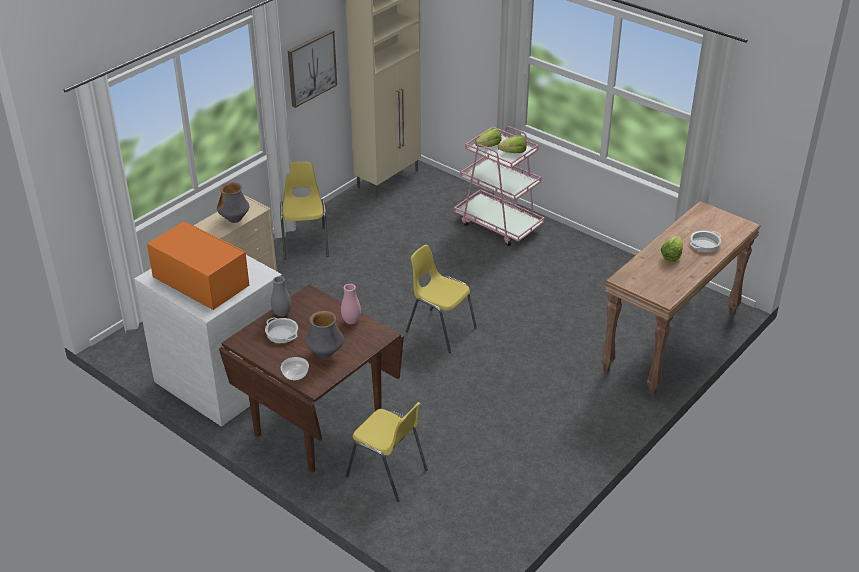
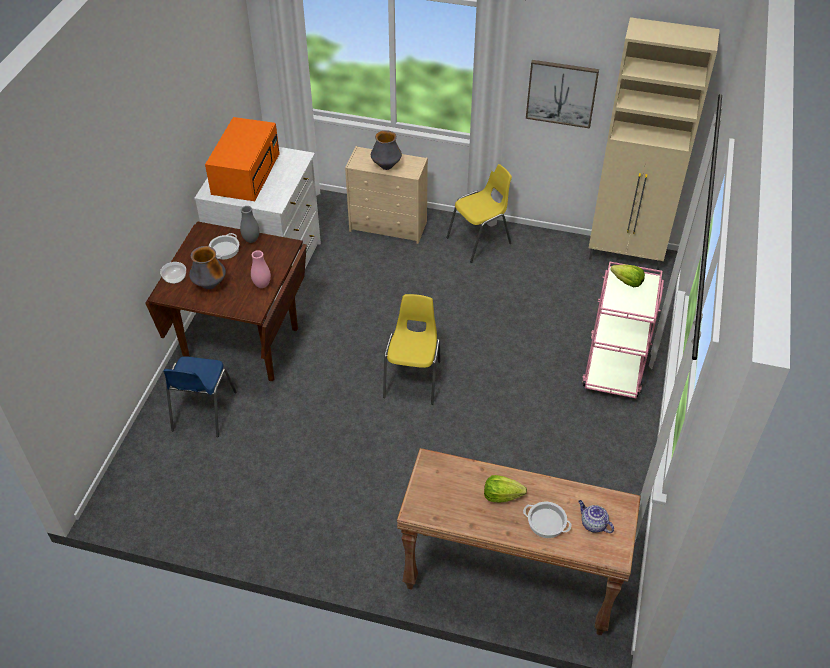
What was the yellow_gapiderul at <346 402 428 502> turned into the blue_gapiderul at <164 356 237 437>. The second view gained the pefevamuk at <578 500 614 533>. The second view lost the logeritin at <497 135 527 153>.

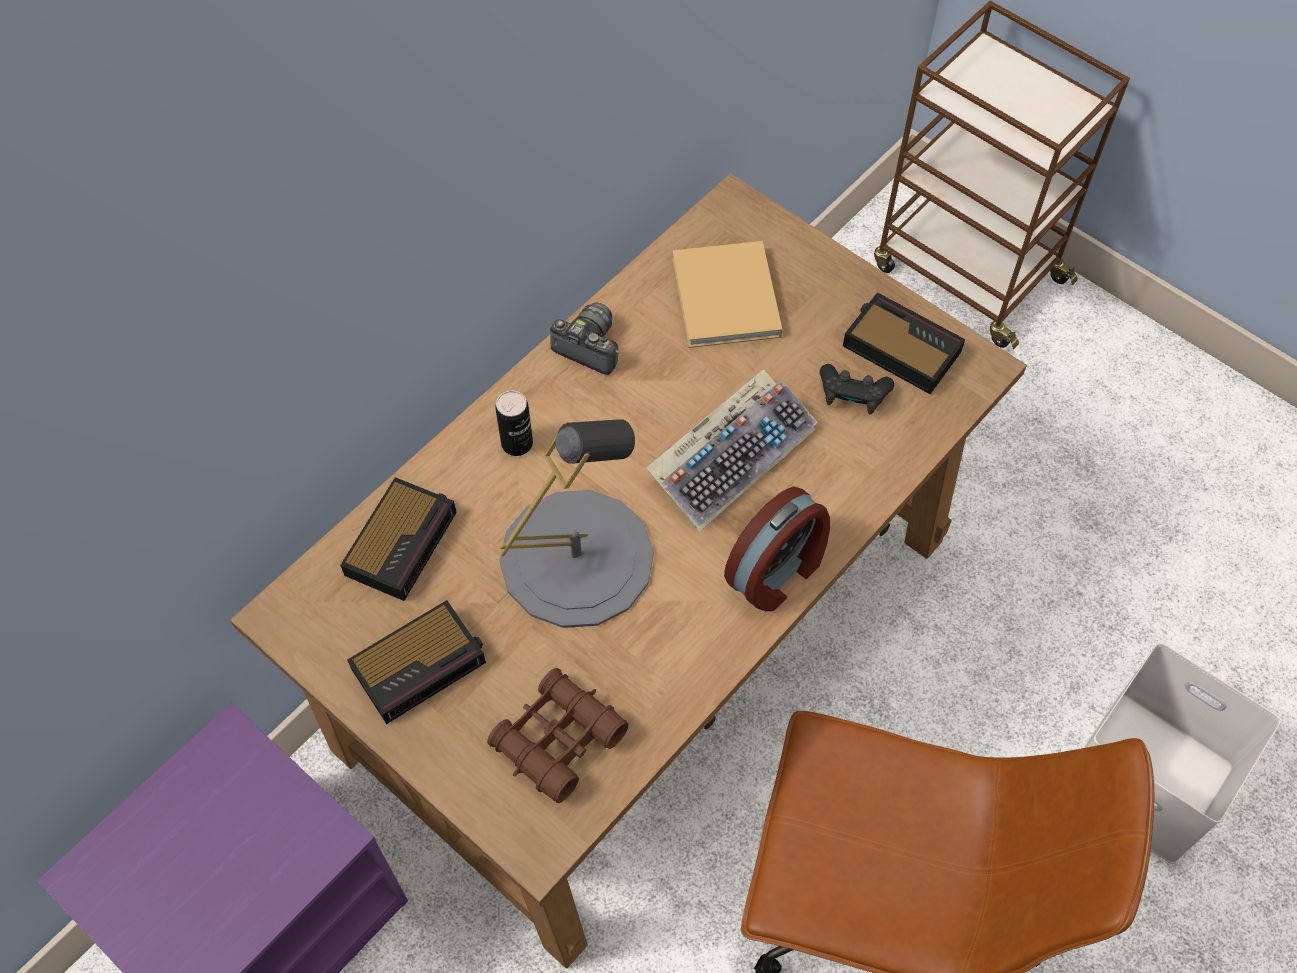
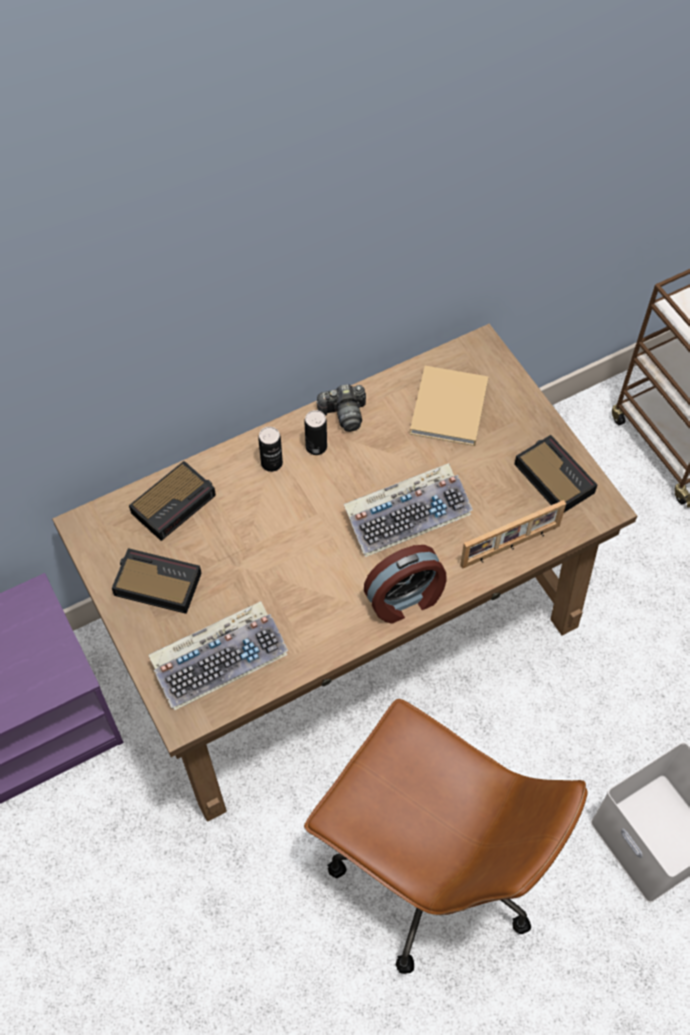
The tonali at <347 600 486 724> ended up facing another way, 150 degrees counterclockwise from before. Where the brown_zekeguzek stood at <487 668 629 803>, the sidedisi came to stand at <149 601 288 710>. The second view gained the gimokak at <304 410 327 455>. The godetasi at <550 303 618 375> ended up facing another way, 120 degrees clockwise from before. The second view gained the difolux at <460 500 566 569>. The second view lost the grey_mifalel at <499 419 654 628>. The second view lost the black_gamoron at <820 364 894 415>.

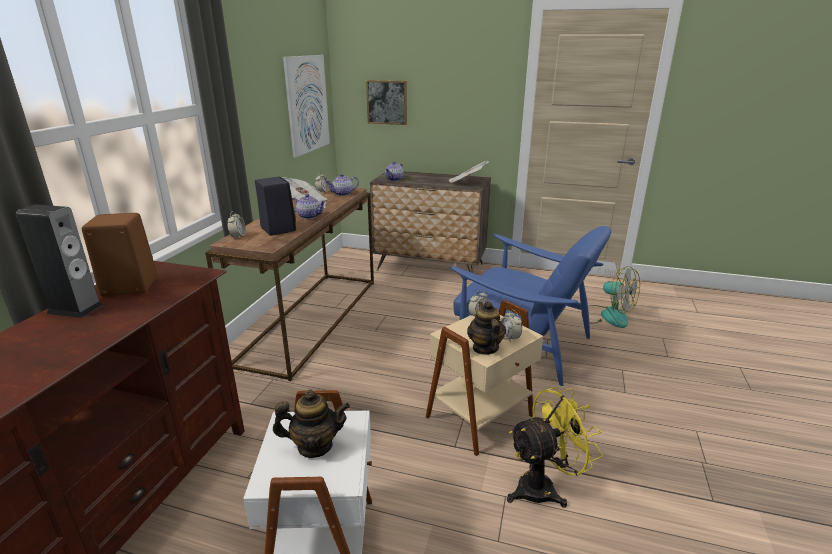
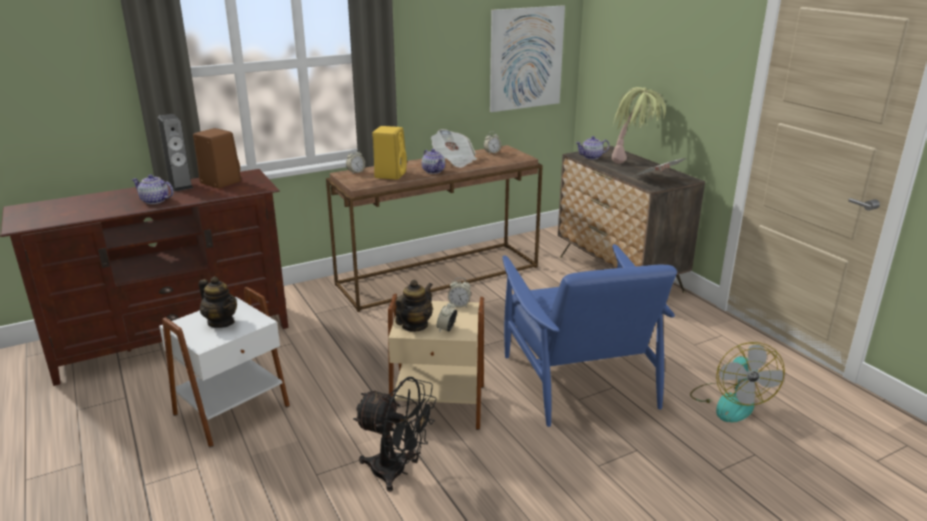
The pefevamuk ended up elsewhere, having gone from <326 174 359 196> to <131 174 173 204>. What was the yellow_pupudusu at <507 387 603 508> turned into the black_pupudusu at <353 377 437 492>. What was the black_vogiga at <255 177 296 236> turned into the yellow_vogiga at <373 126 407 180>. The second view gained the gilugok at <611 87 670 164>. The second view lost the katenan at <366 80 407 125>.

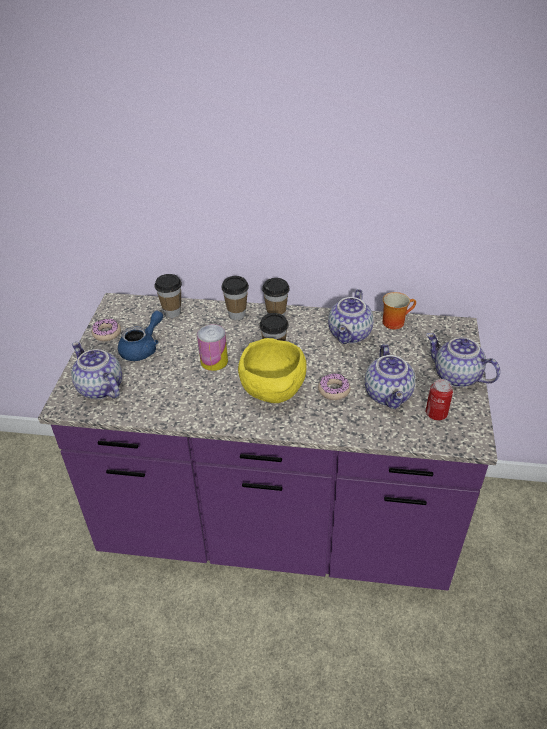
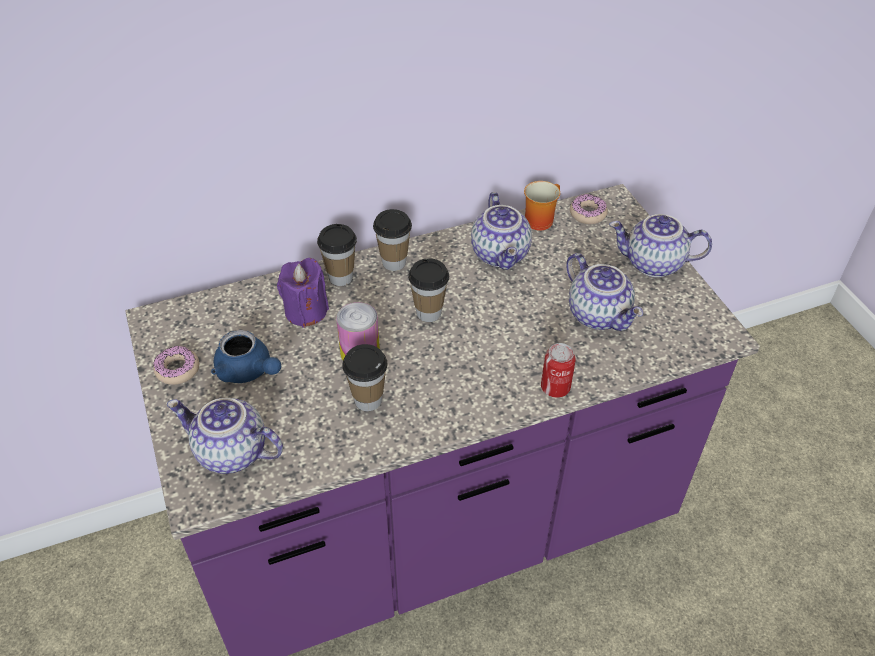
The blue_pefevamuk at <118 311 163 361> ended up facing another way, 120 degrees clockwise from before. The second view gained the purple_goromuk at <277 258 329 328>. The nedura ended up elsewhere, having gone from <155 274 182 318> to <342 344 388 411>. The gimokak ended up elsewhere, having gone from <426 379 453 420> to <541 343 576 398>. The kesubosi ended up elsewhere, having gone from <318 373 351 400> to <570 194 608 224>. The second view lost the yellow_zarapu at <238 338 307 403>.

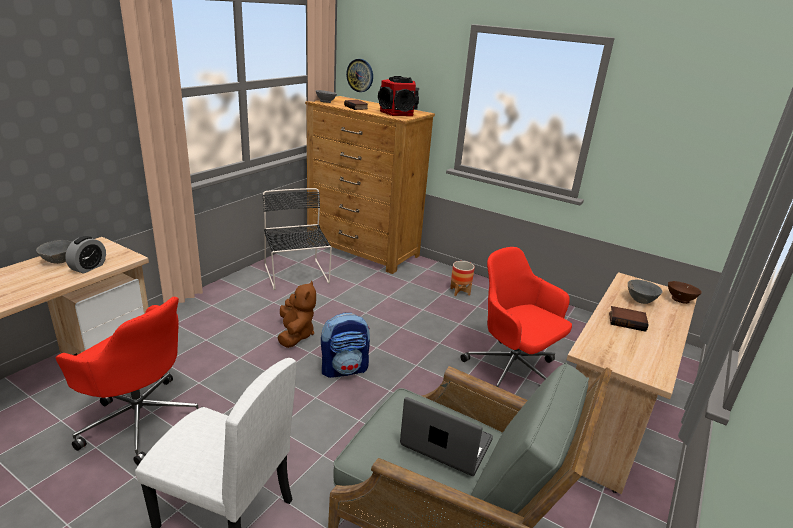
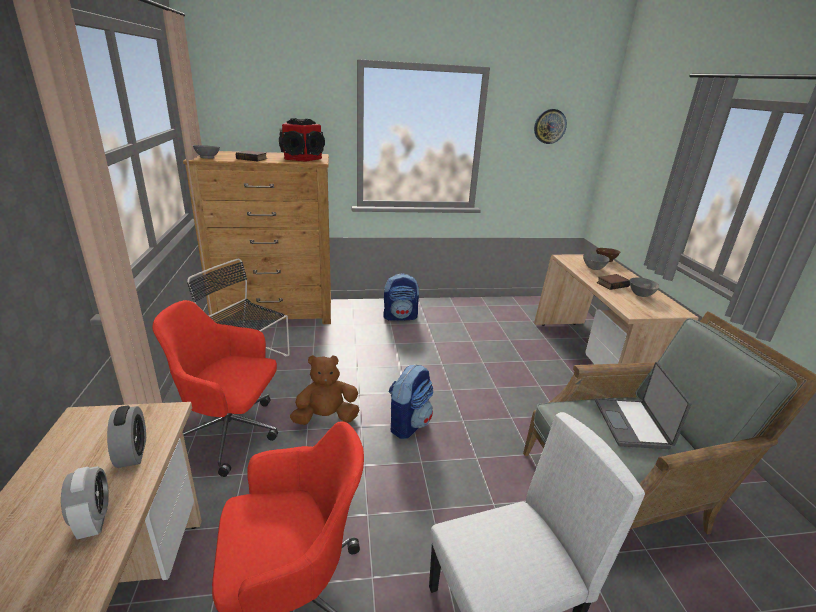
The second view gained the tonali at <61 466 109 540>. The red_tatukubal ended up elsewhere, having gone from <460 247 572 387> to <152 300 278 477>. The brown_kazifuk at <278 281 316 348> ended up facing another way, 60 degrees counterclockwise from before. Where the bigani stood at <450 261 475 296>, the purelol came to stand at <383 273 419 321>. The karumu ended up elsewhere, having gone from <346 59 373 92> to <534 109 567 144>. The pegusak at <400 397 493 476> ended up facing another way, 75 degrees counterclockwise from before. The grey_zarapu ended up elsewhere, having gone from <36 240 72 264> to <630 278 659 297>.

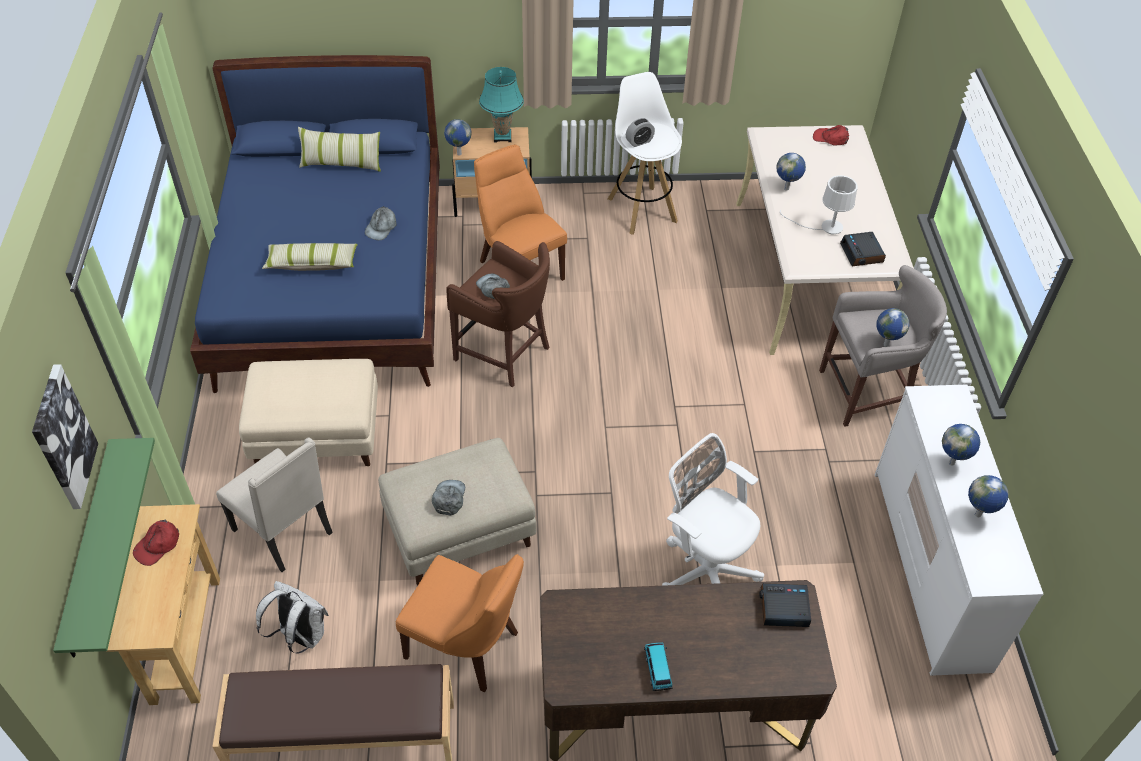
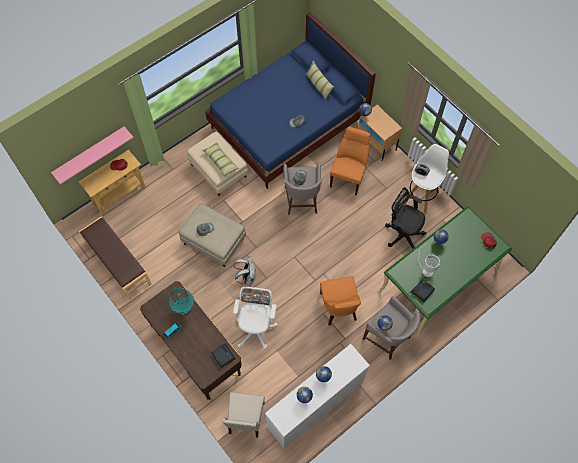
What was the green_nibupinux at <53 438 155 658> turned into the pink_nibupinux at <51 126 134 184>. The turquoise_mifalel ended up elsewhere, having gone from <479 67 524 143> to <169 287 194 317>. The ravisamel ended up elsewhere, having gone from <262 243 358 271> to <202 142 239 177>. The beige_gapiderul ended up elsewhere, having gone from <216 438 333 572> to <222 392 265 438>. The white_purelol ended up elsewhere, having gone from <256 581 329 654> to <233 257 256 285>. What was the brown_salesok at <446 241 550 387> turned into the grey_salesok at <283 163 323 215>. The orange_gapiderul ended up elsewhere, having gone from <396 555 524 692> to <320 276 361 326>. What was the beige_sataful at <736 125 914 355> turned into the green_sataful at <379 206 512 335>. The second view gained the black_tatukubal at <385 187 426 249>. The second view lost the katenan at <32 364 98 509>.

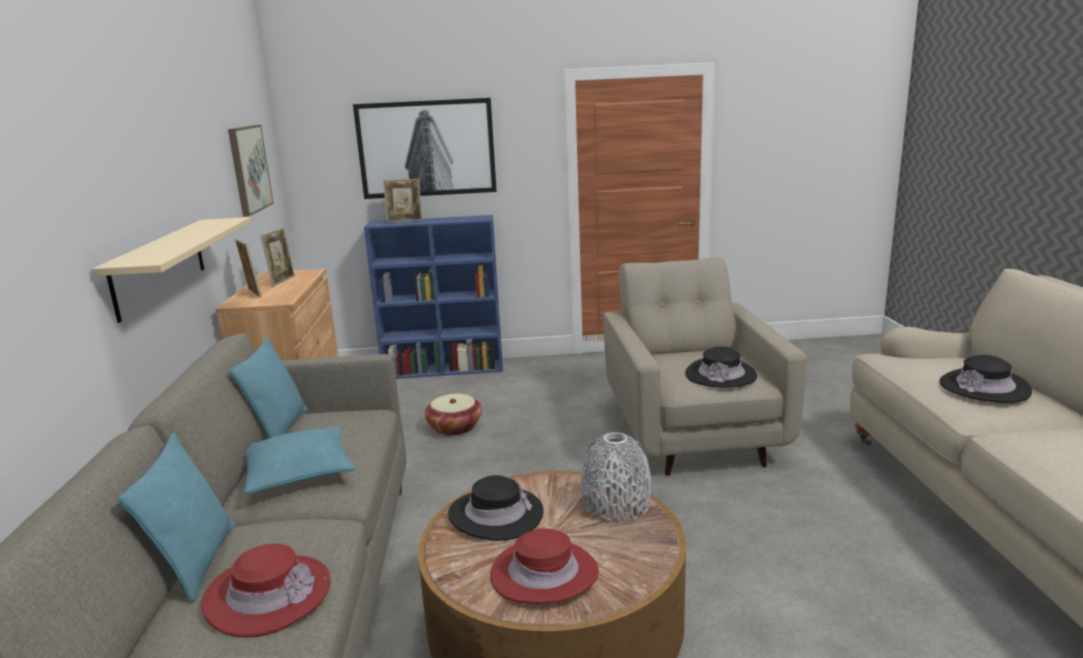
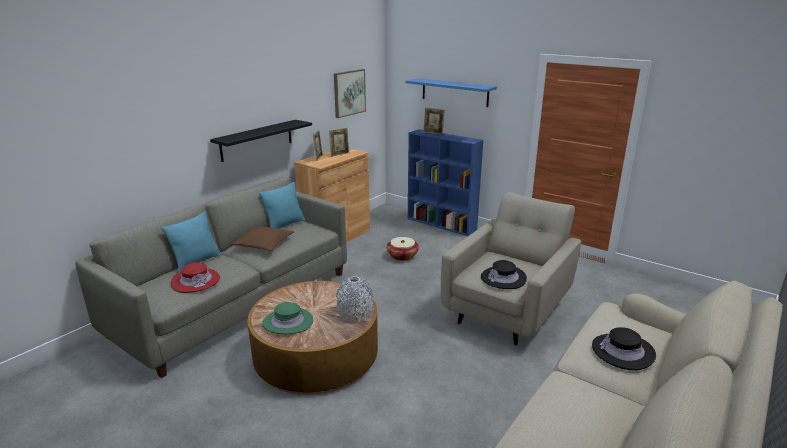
What was the beige_nibupinux at <92 217 251 323> turned into the black_nibupinux at <210 120 312 162>. What was the turquoise_ravisamel at <244 426 355 494> turned into the brown_ravisamel at <231 226 294 251>. What was the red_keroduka at <490 528 599 604> turned into the green_keroduka at <262 302 313 334>. Where the katenan hung at <353 98 497 199>, the blue_nibupinux came to hang at <405 78 497 107>. The second view lost the black_keroduka at <448 475 543 541>.

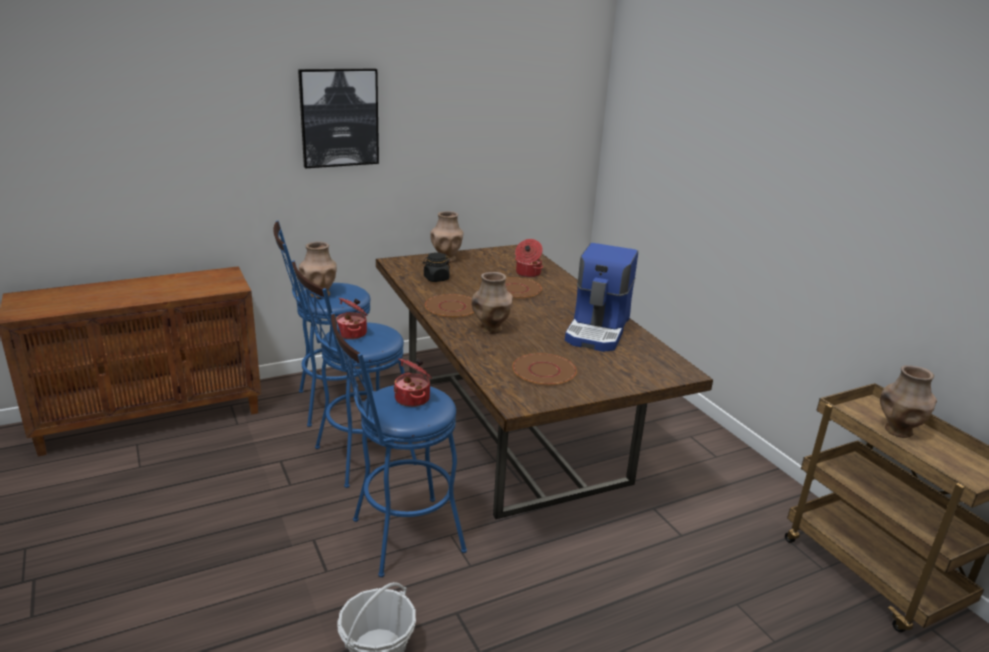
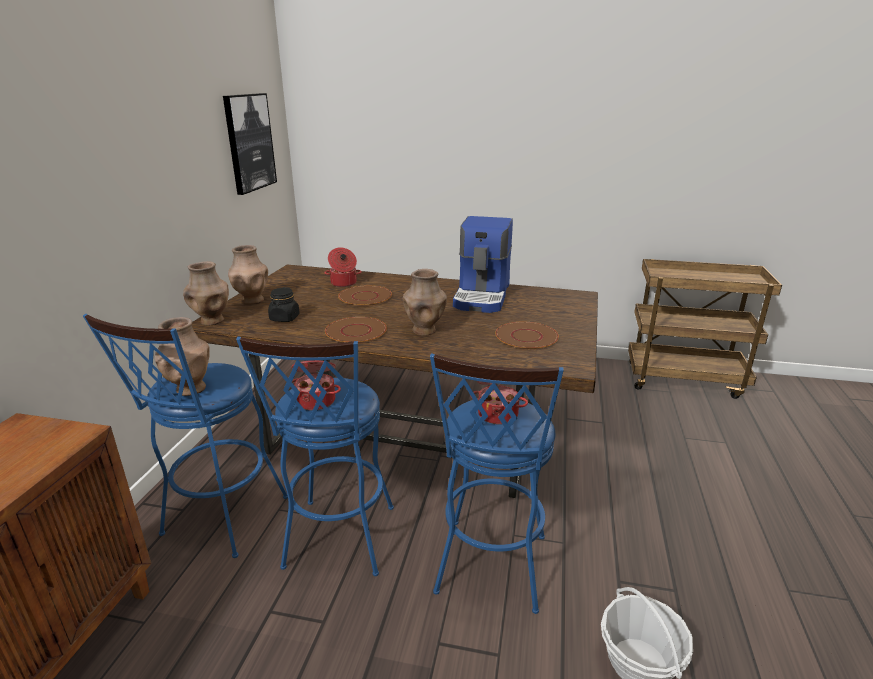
The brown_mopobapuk ended up elsewhere, having gone from <880 365 937 438> to <183 261 229 325>. The katenan ended up elsewhere, having gone from <298 69 379 168> to <223 93 277 195>. The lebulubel at <565 243 638 352> ended up facing another way, 45 degrees clockwise from before.

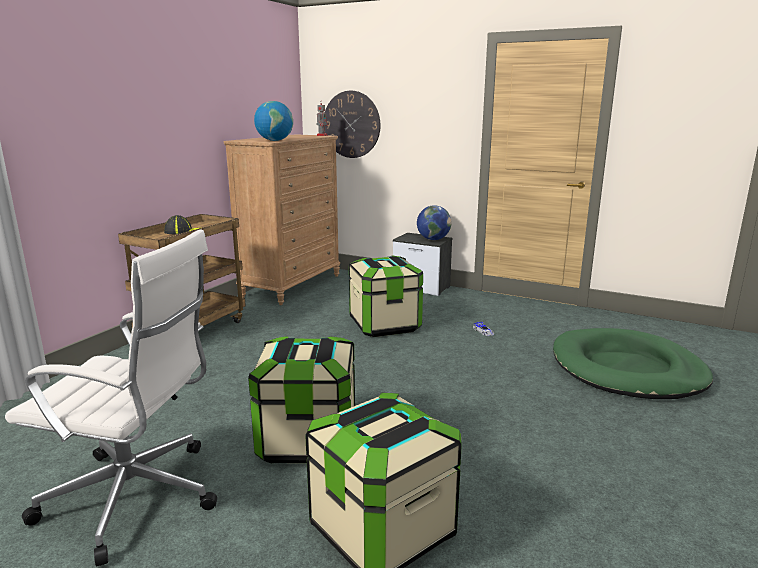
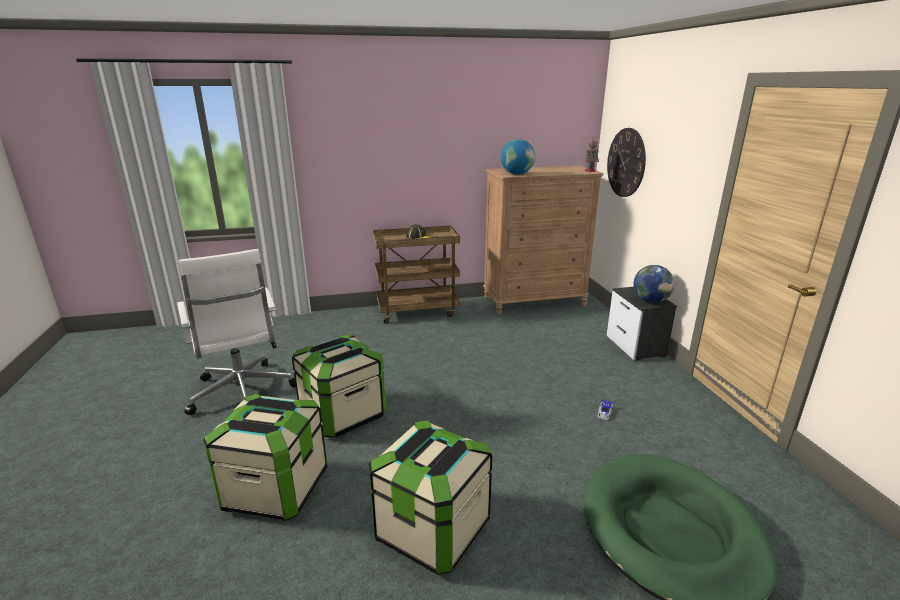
The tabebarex ended up elsewhere, having gone from <349 255 423 337> to <369 420 492 575>.

